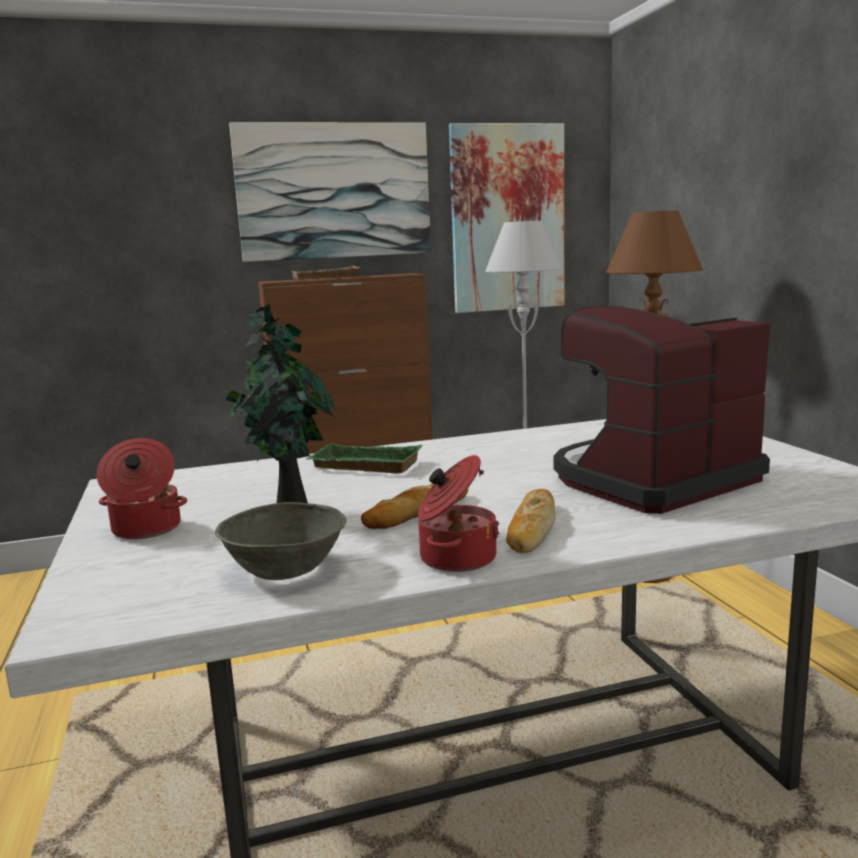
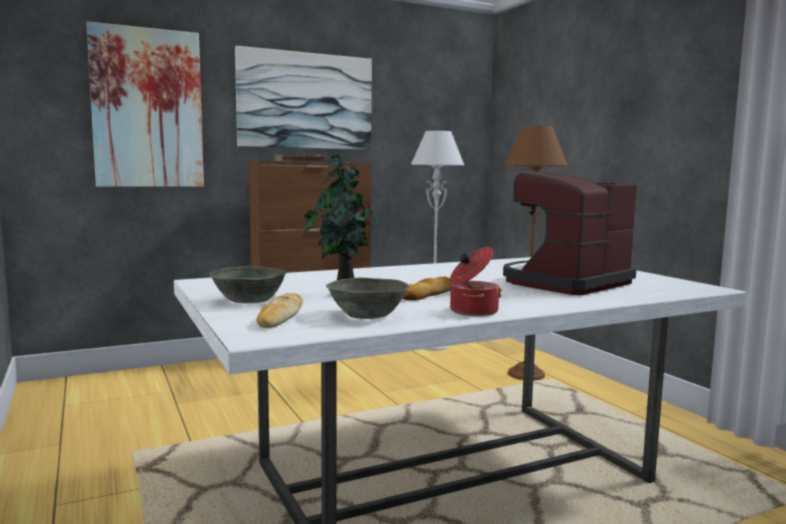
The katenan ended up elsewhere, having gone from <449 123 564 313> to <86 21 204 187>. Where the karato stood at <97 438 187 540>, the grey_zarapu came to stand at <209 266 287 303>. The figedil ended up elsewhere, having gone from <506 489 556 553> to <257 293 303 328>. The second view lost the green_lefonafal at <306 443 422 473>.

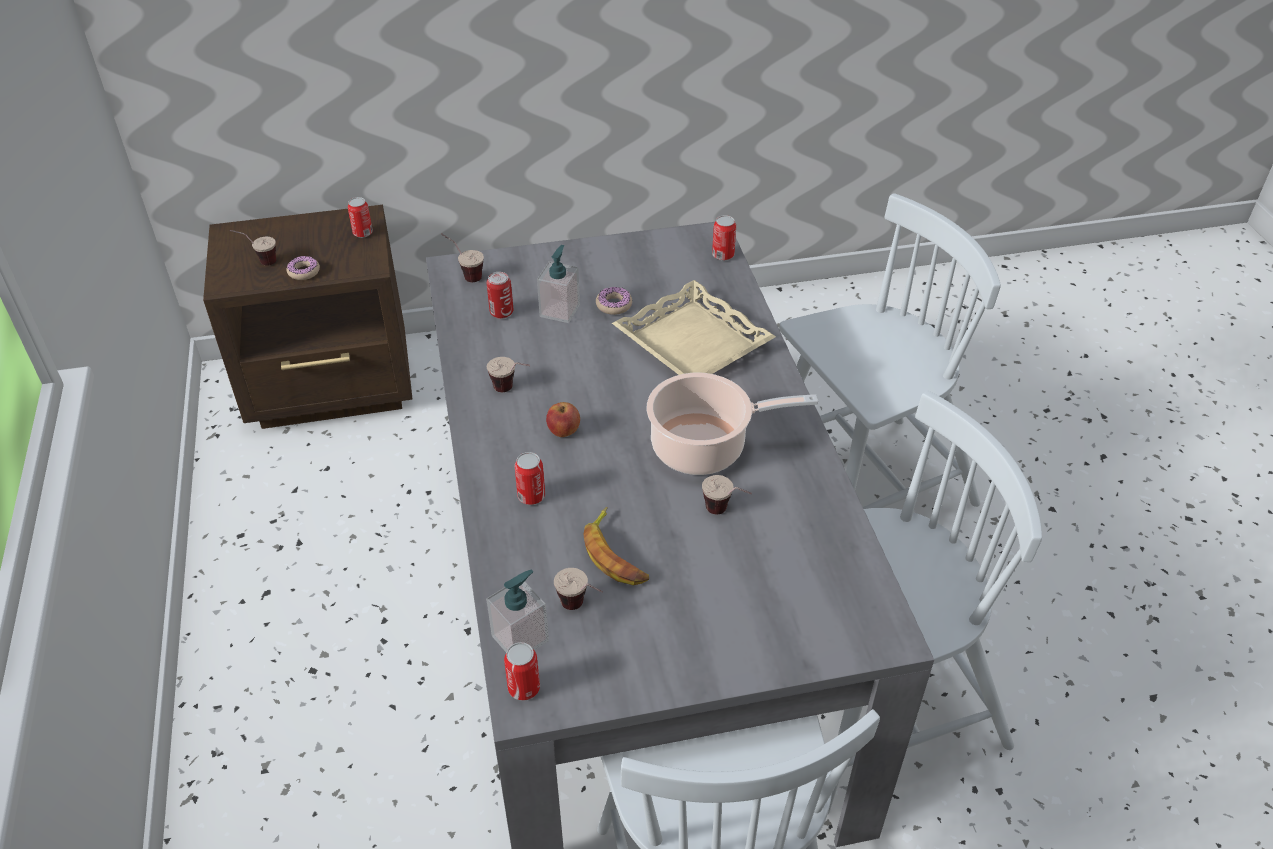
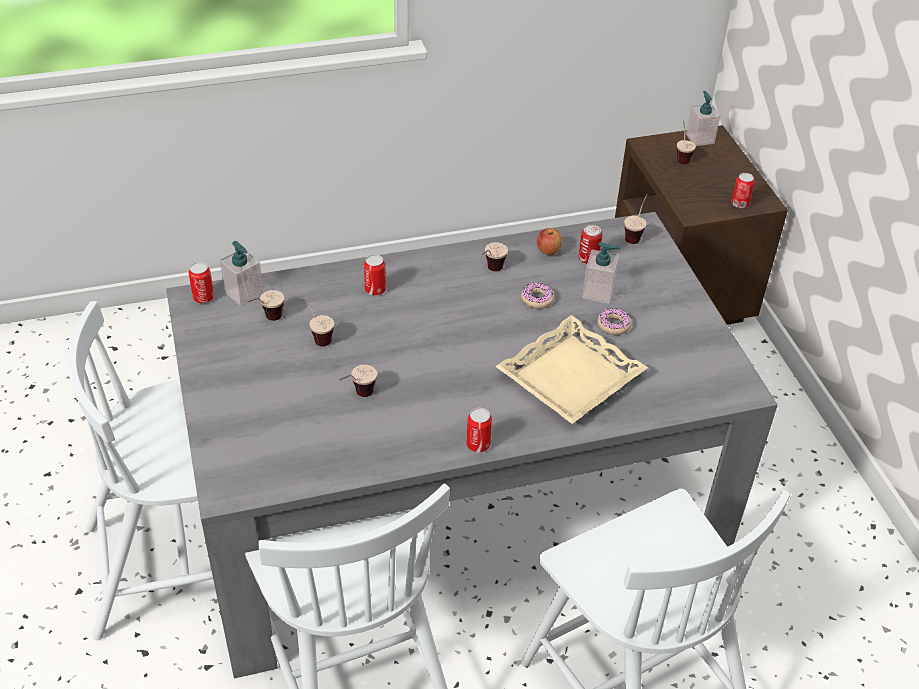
Where the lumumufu stood at <583 507 649 585>, the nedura came to stand at <301 294 334 346>. The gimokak ended up elsewhere, having gone from <712 215 736 260> to <466 408 492 453>. The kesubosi ended up elsewhere, having gone from <287 256 320 280> to <521 282 554 309>. The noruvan ended up elsewhere, having gone from <546 402 580 437> to <537 228 562 255>. The second view gained the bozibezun at <686 91 720 146>. The second view lost the karato at <646 372 818 475>.

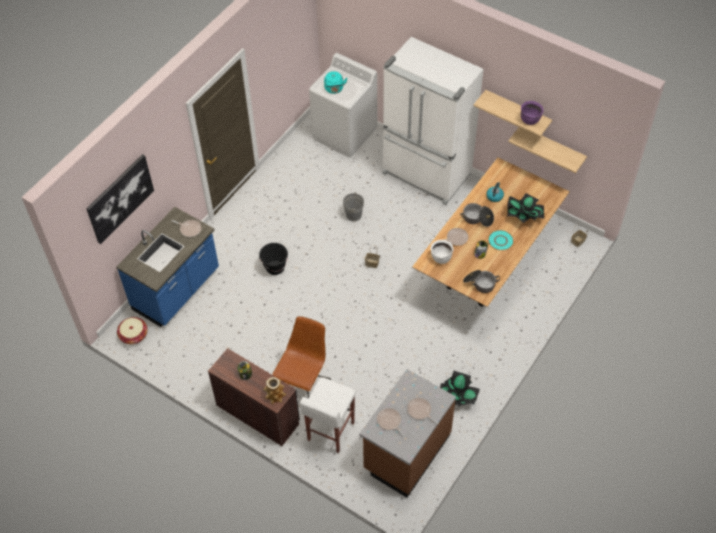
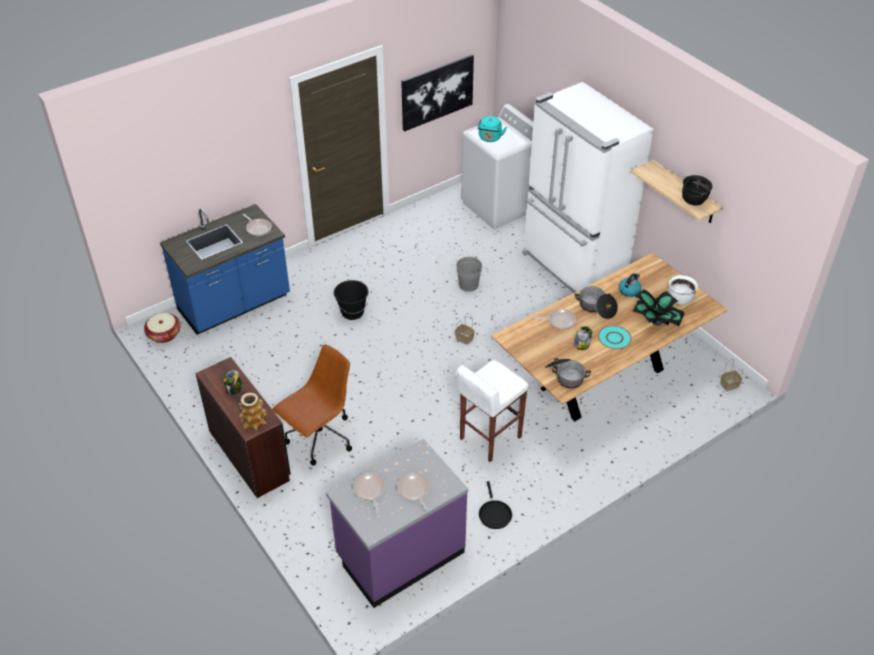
What was the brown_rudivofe at <359 369 456 498> turned into the purple_rudivofe at <326 439 468 608>. The katenan ended up elsewhere, having gone from <86 154 154 244> to <401 55 474 131>. The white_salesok ended up elsewhere, having gone from <300 377 356 453> to <457 360 529 462>. Where the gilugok stood at <440 371 480 407>, the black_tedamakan came to stand at <479 481 512 529>. The white_karato ended up elsewhere, having gone from <430 240 453 264> to <669 275 698 305>. What was the purple_karato at <521 101 544 125> turned into the black_karato at <682 175 713 205>. The second view lost the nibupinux at <508 127 587 173>.

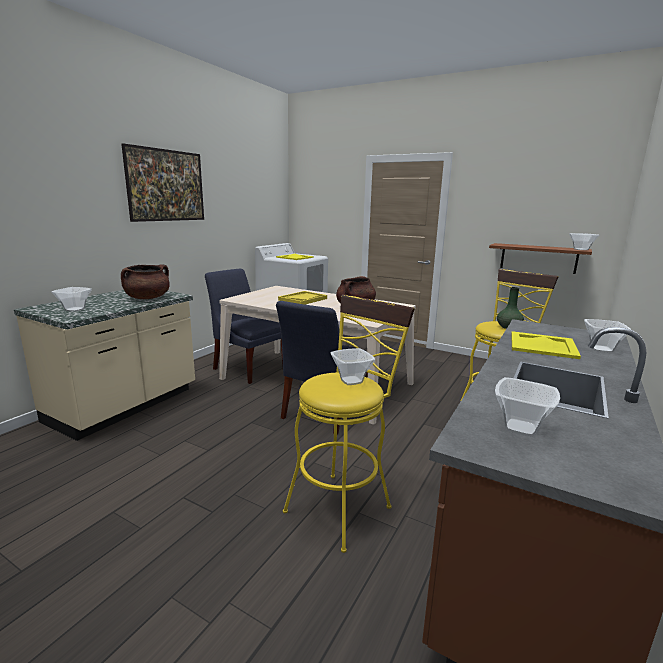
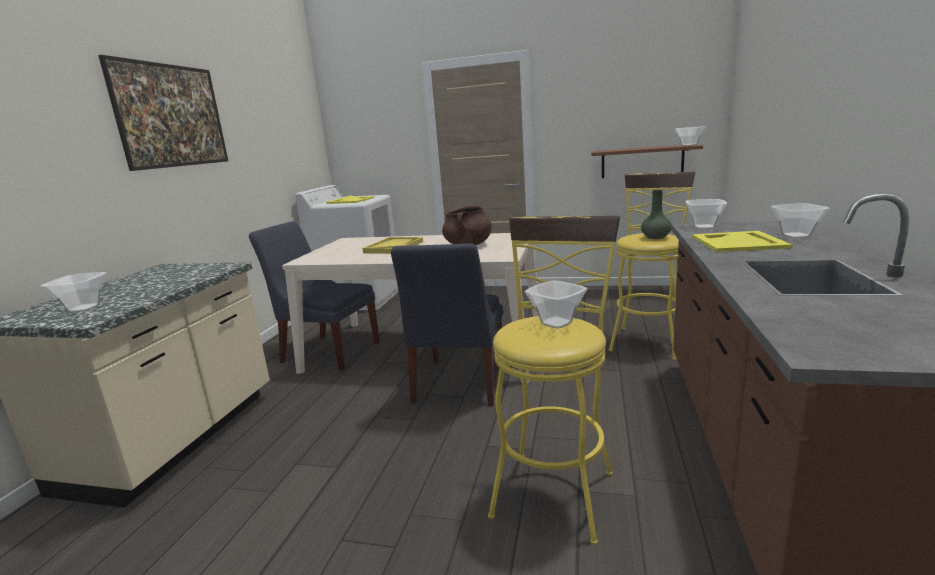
The zarapu ended up elsewhere, having gone from <495 377 560 437> to <686 199 727 229>. The second view lost the brown_karato at <121 264 169 299>.

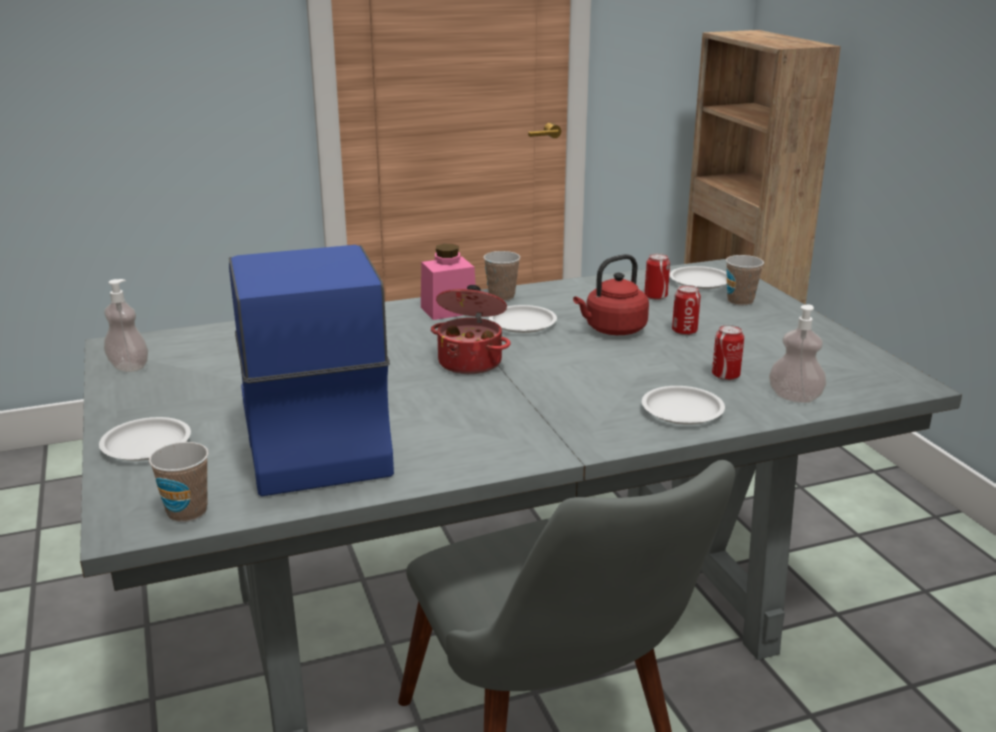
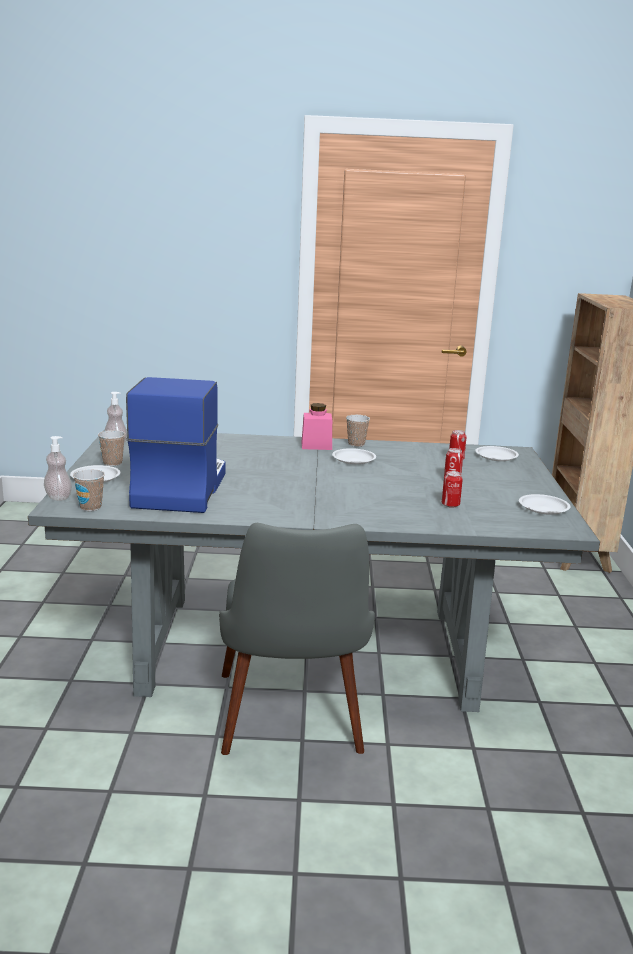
The bozibezun ended up elsewhere, having gone from <769 304 826 403> to <44 436 72 501>. The nedura ended up elsewhere, having gone from <726 255 764 306> to <98 430 125 466>. The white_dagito ended up elsewhere, having gone from <642 386 725 425> to <519 494 570 515>. The second view lost the karato at <431 285 511 374>. The second view lost the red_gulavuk at <573 254 649 335>.

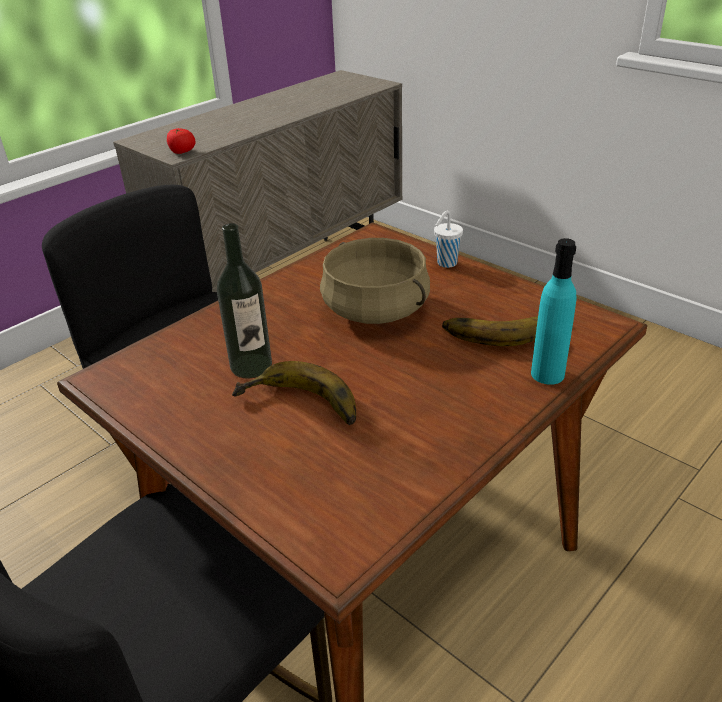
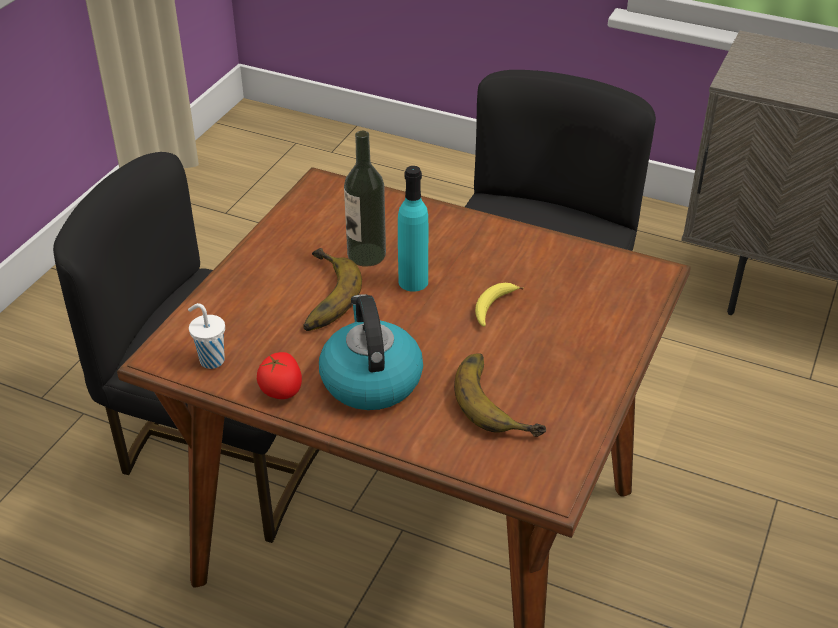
The white_nedura ended up elsewhere, having gone from <434 210 463 268> to <188 303 225 369>. The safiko ended up elsewhere, having gone from <167 128 196 154> to <257 352 302 399>. The second view gained the gulavuk at <319 294 423 410>. The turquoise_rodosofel ended up elsewhere, having gone from <531 238 576 385> to <398 166 428 292>. Where the beige_karato stood at <320 238 430 324>, the lumumufu came to stand at <475 283 523 327>.

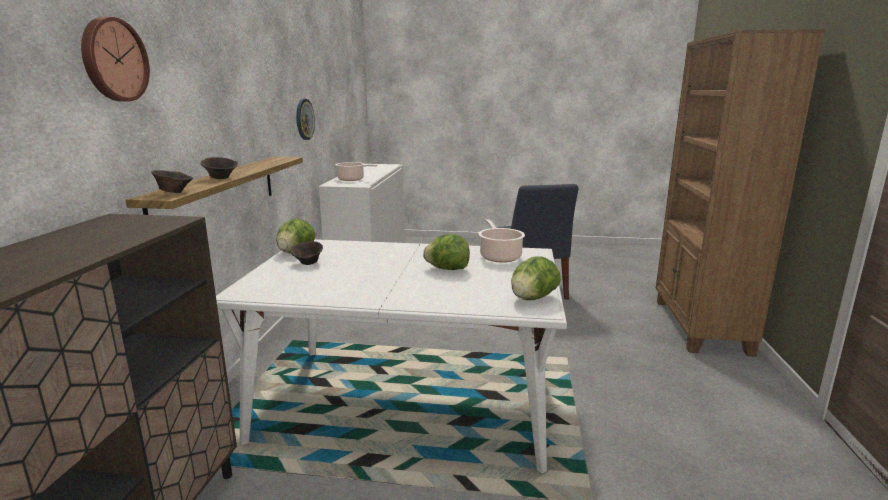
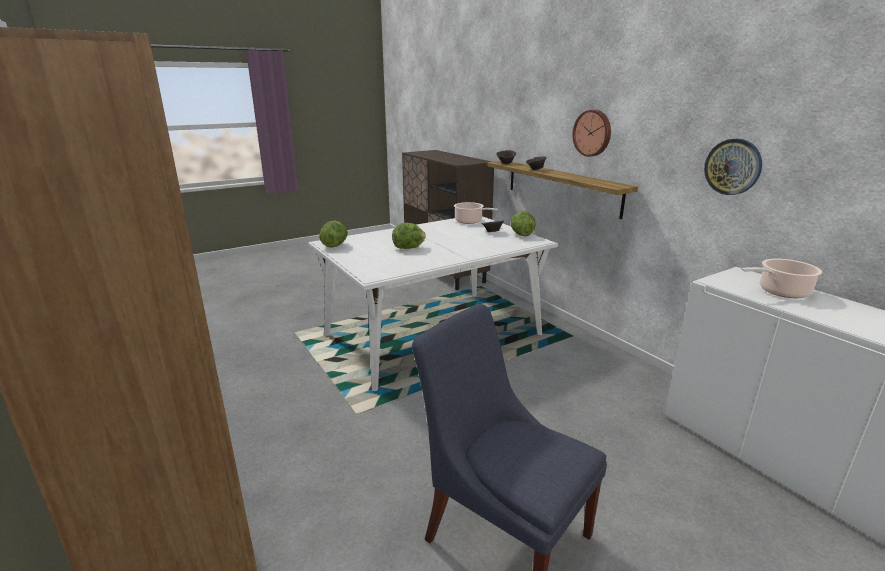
The karato ended up elsewhere, having gone from <478 219 525 263> to <454 202 498 224>. The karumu ended up elsewhere, having gone from <81 17 150 101> to <572 110 611 157>.

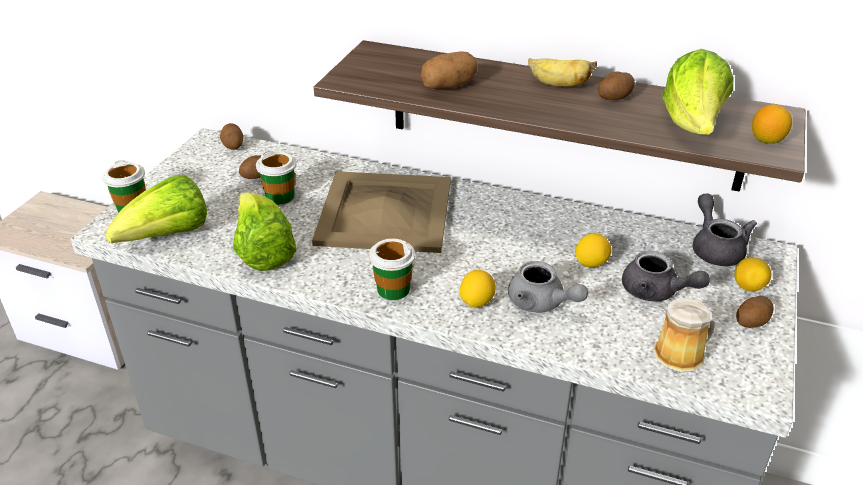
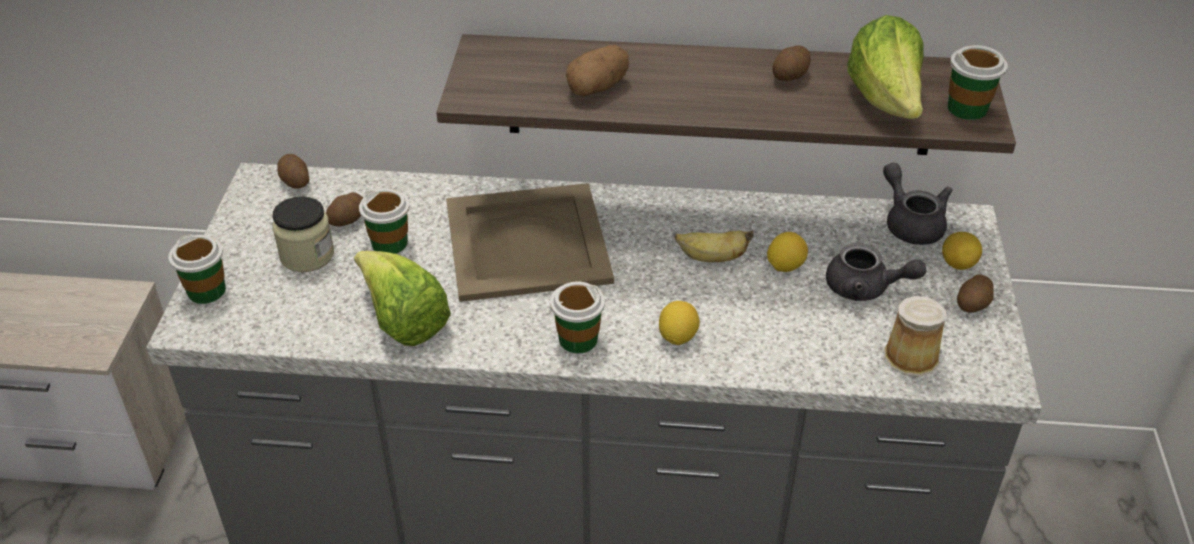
The second view gained the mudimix at <272 196 334 272>. The lumumufu ended up elsewhere, having gone from <528 58 597 87> to <675 231 754 262>. Where the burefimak stood at <752 104 792 144>, the nedura came to stand at <947 45 1008 120>. The second view lost the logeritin at <105 175 207 243>. The second view lost the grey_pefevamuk at <508 261 588 313>.

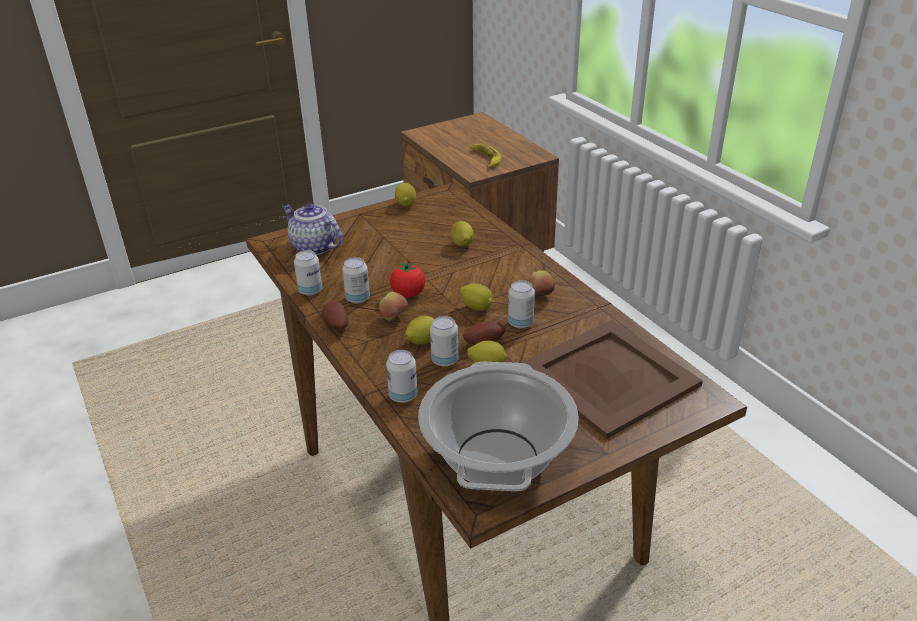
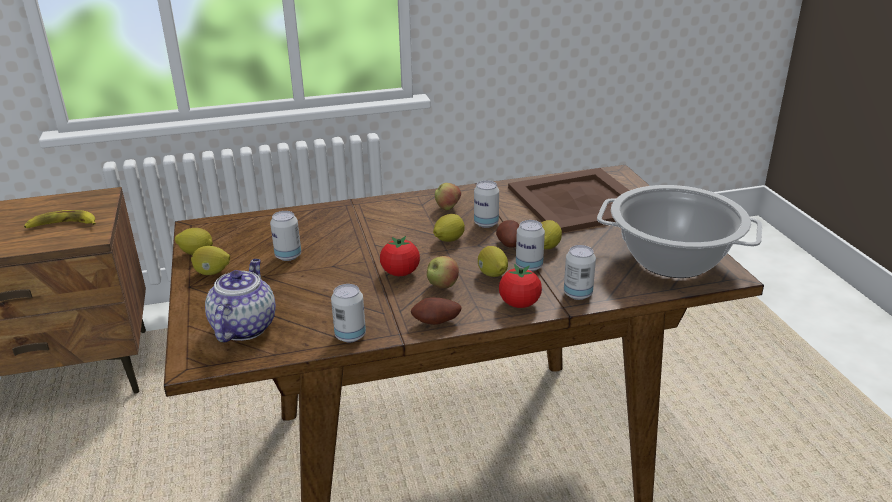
The burefimak ended up elsewhere, having gone from <450 221 474 246> to <191 246 230 275>. The pefevamuk at <282 204 343 255> ended up facing another way, 135 degrees clockwise from before. The gimokak ended up elsewhere, having gone from <342 257 370 304> to <270 211 301 261>. The second view gained the safiko at <499 264 542 308>.

